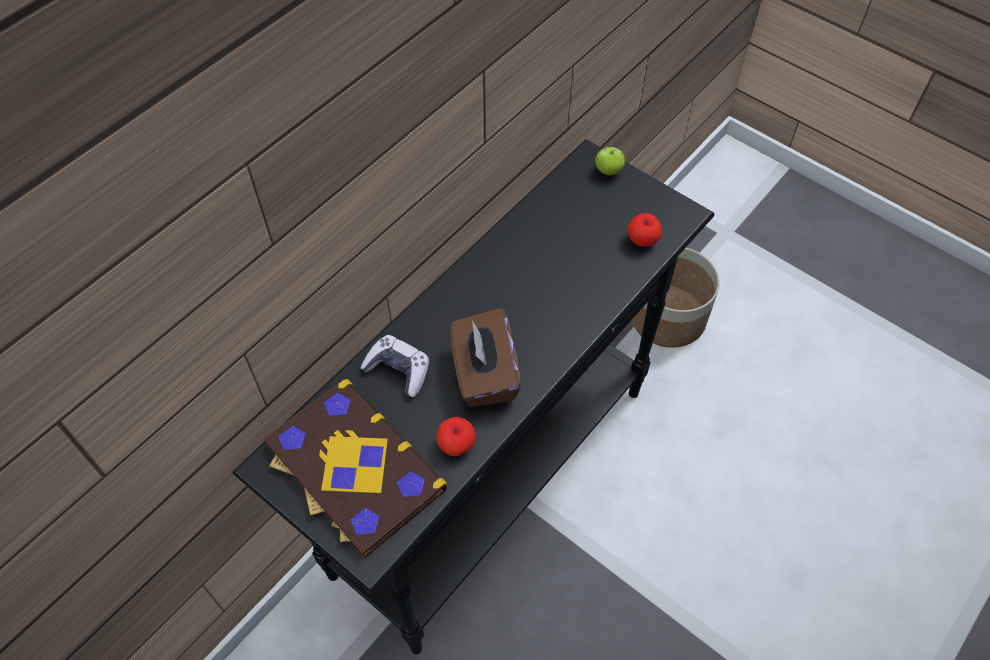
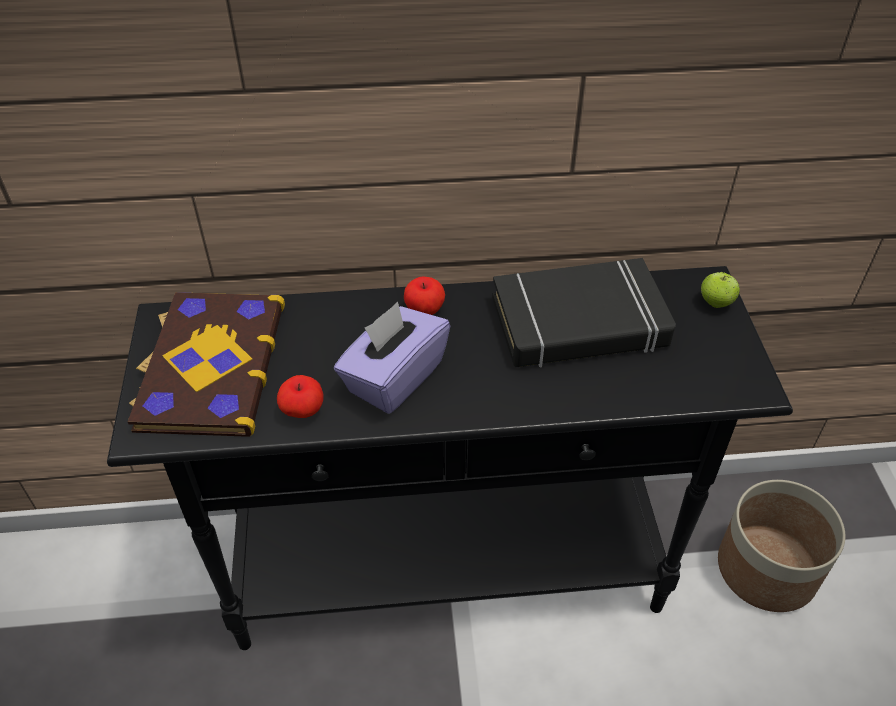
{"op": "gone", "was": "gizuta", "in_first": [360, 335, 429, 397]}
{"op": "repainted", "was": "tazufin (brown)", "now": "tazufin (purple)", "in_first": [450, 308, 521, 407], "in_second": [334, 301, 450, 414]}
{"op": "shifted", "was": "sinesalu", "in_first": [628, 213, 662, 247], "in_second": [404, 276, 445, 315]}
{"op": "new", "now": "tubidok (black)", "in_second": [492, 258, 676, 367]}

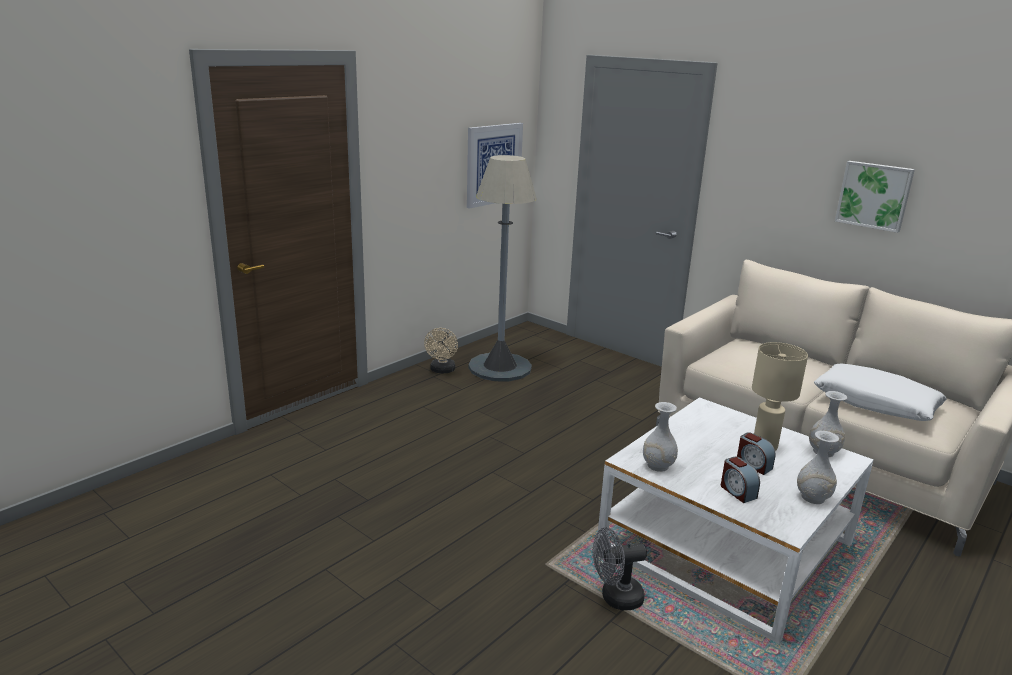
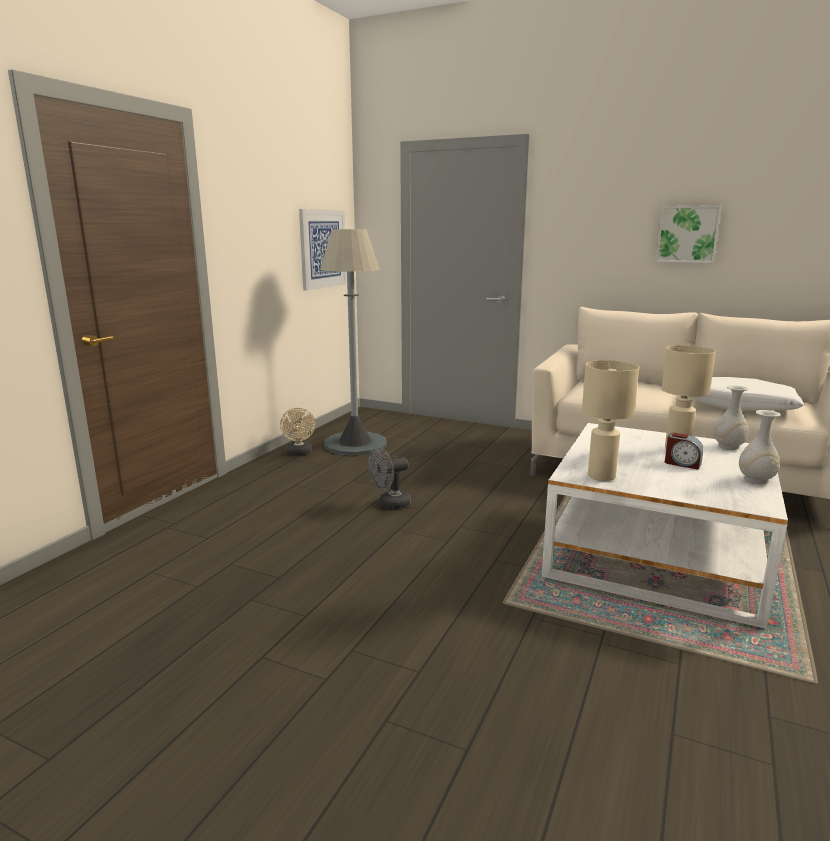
{"op": "shifted", "was": "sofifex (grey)", "in_first": [593, 527, 647, 610], "in_second": [368, 448, 411, 509]}
{"op": "swapped", "was": "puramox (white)", "now": "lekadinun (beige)", "in_first": [643, 402, 678, 472], "in_second": [582, 360, 639, 481]}
{"op": "gone", "was": "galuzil", "in_first": [721, 457, 760, 503]}

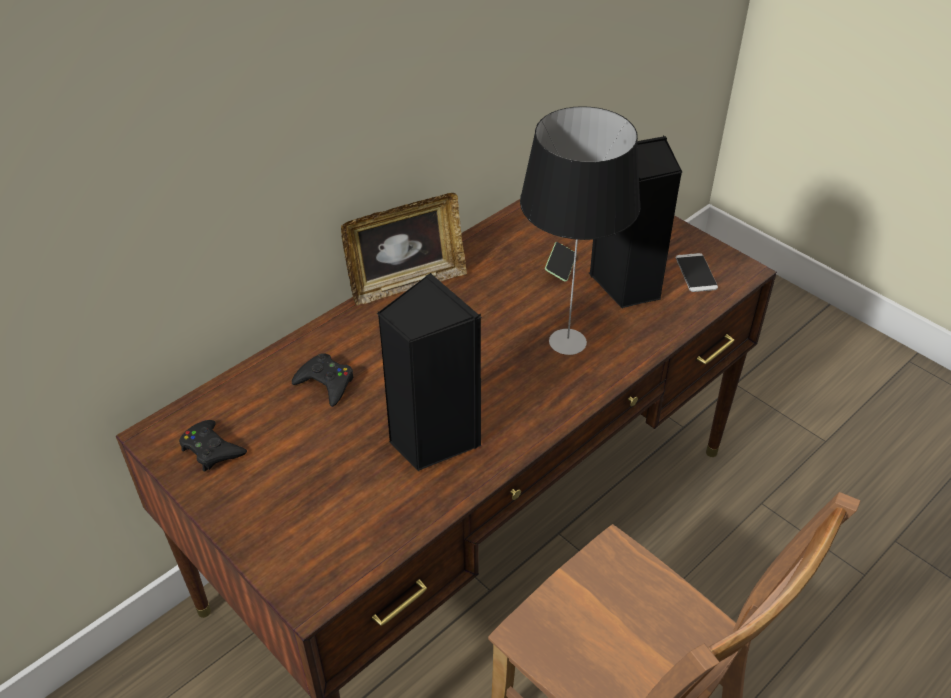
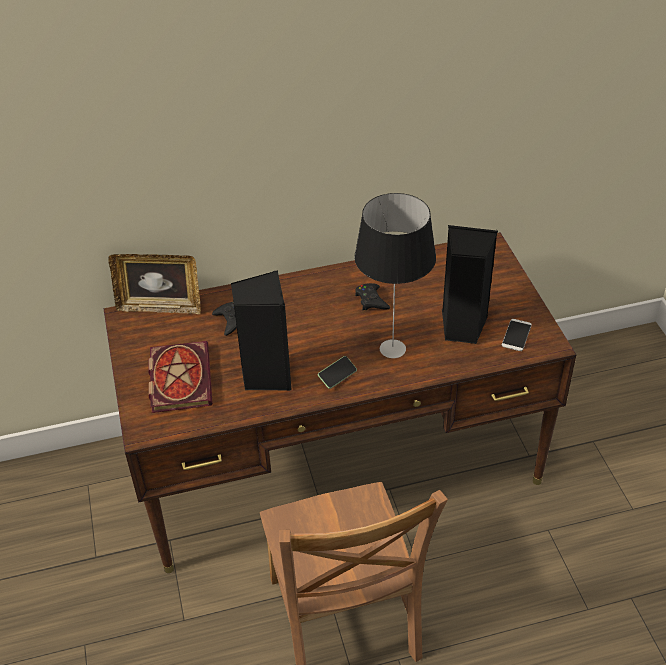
{"op": "shifted", "was": "gizuta (black)", "in_first": [179, 420, 247, 472], "in_second": [355, 283, 390, 310]}
{"op": "shifted", "was": "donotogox", "in_first": [341, 193, 467, 305], "in_second": [108, 254, 201, 315]}
{"op": "shifted", "was": "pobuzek", "in_first": [545, 242, 577, 282], "in_second": [318, 356, 357, 389]}
{"op": "new", "now": "tubidok", "in_second": [148, 341, 213, 413]}

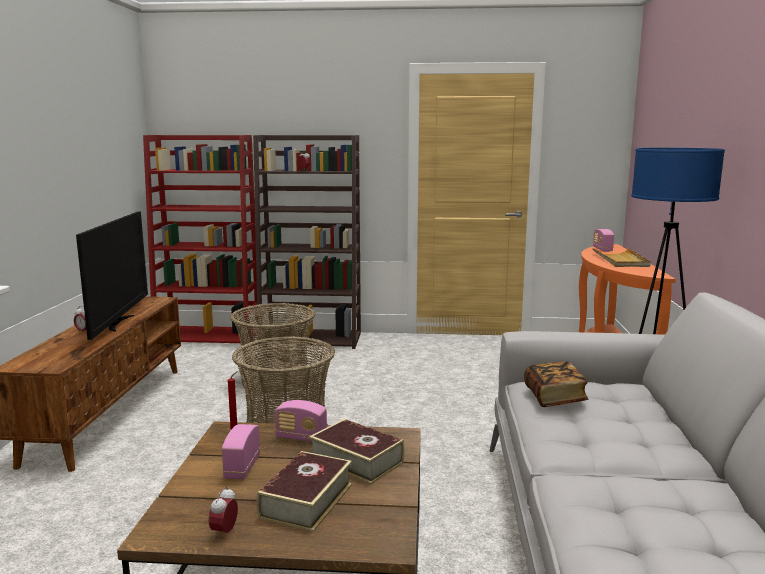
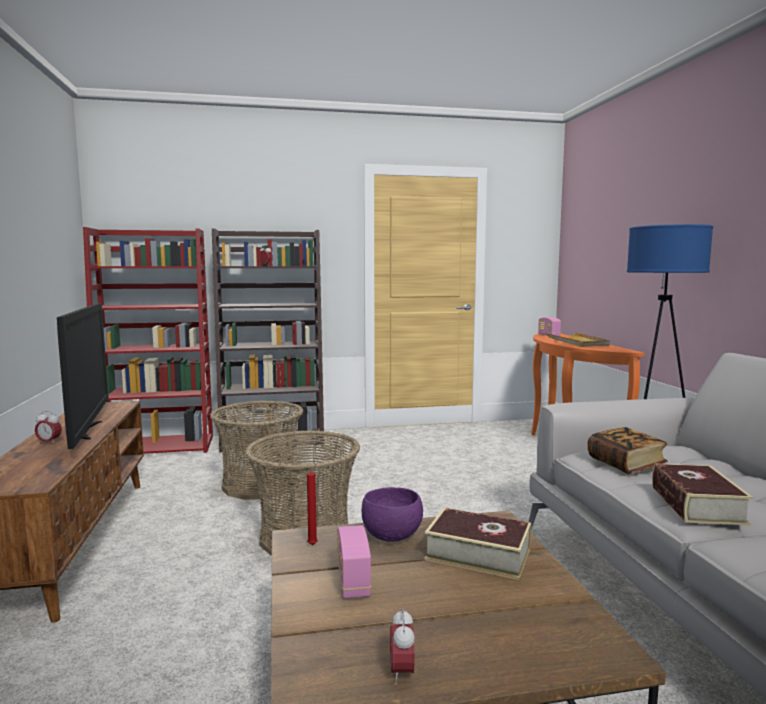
{"op": "shifted", "was": "tubidok", "in_first": [256, 451, 352, 532], "in_second": [652, 463, 753, 525]}
{"op": "swapped", "was": "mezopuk", "now": "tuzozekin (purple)", "in_first": [275, 400, 327, 442], "in_second": [362, 487, 423, 542]}

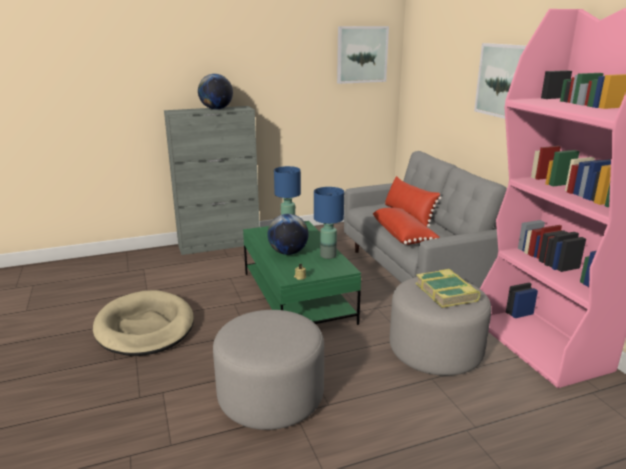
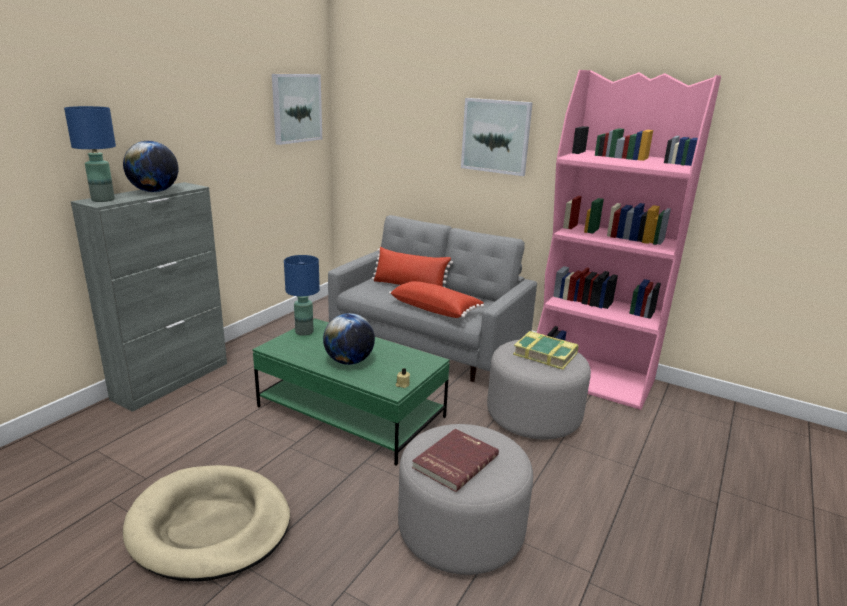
{"op": "shifted", "was": "lekadinun (blue)", "in_first": [314, 187, 344, 259], "in_second": [64, 106, 116, 202]}
{"op": "new", "now": "tubidok (red)", "in_second": [412, 429, 499, 492]}

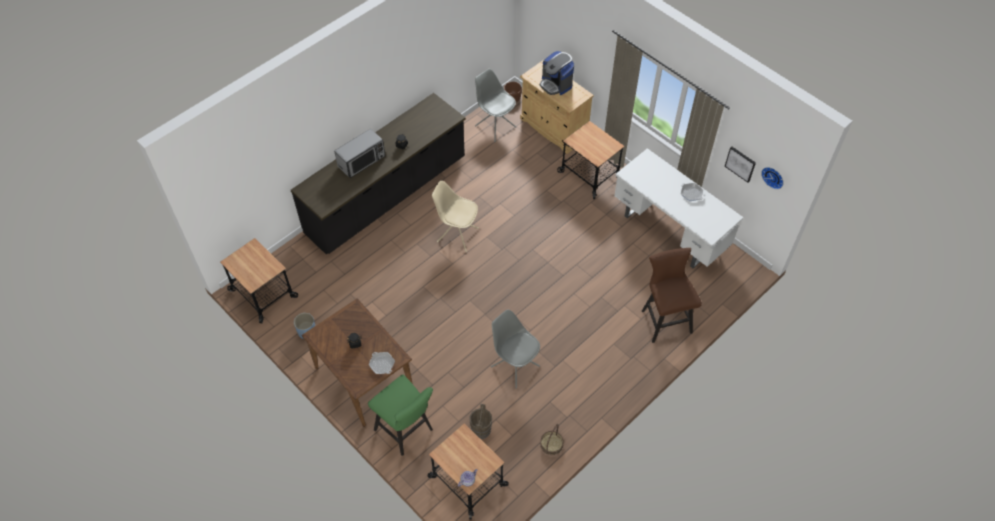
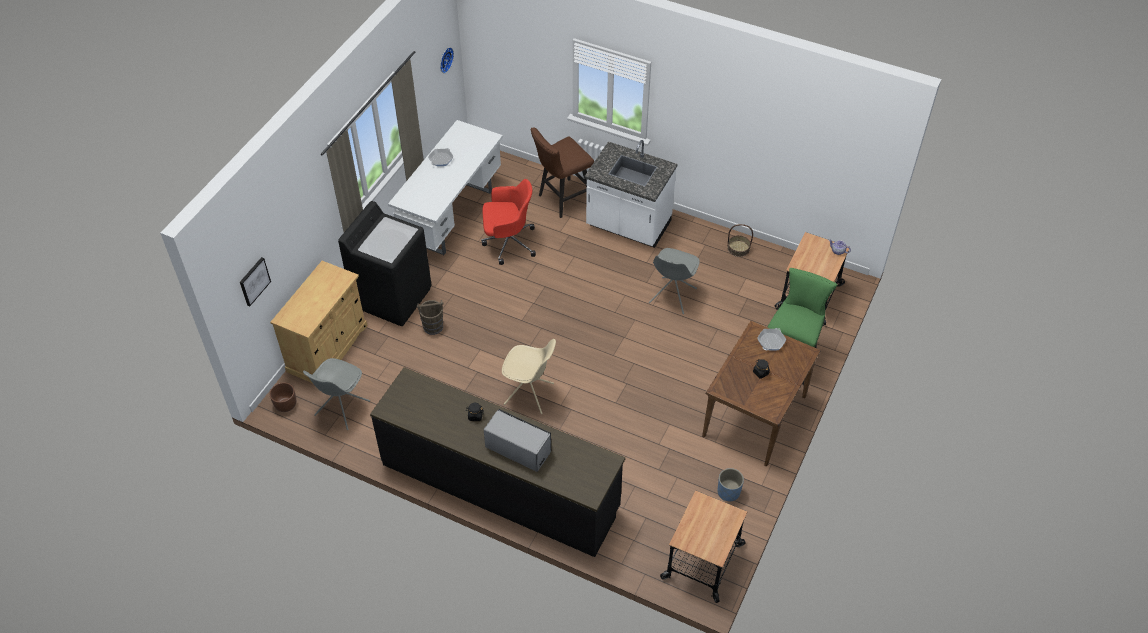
{"op": "rotated", "was": "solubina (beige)", "in_first": [432, 181, 479, 252], "in_second": [502, 339, 556, 414], "clockwise": -75}
{"op": "shifted", "was": "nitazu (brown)", "in_first": [470, 404, 492, 439], "in_second": [417, 300, 443, 335]}
{"op": "gone", "was": "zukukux", "in_first": [540, 51, 574, 95]}
{"op": "swapped", "was": "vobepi", "now": "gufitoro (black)", "in_first": [557, 121, 625, 199], "in_second": [338, 201, 431, 326]}
{"op": "shifted", "was": "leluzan", "in_first": [724, 146, 756, 183], "in_second": [240, 257, 271, 306]}
{"op": "new", "now": "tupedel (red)", "in_second": [481, 179, 536, 265]}
{"op": "new", "now": "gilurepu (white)", "in_second": [585, 140, 677, 248]}

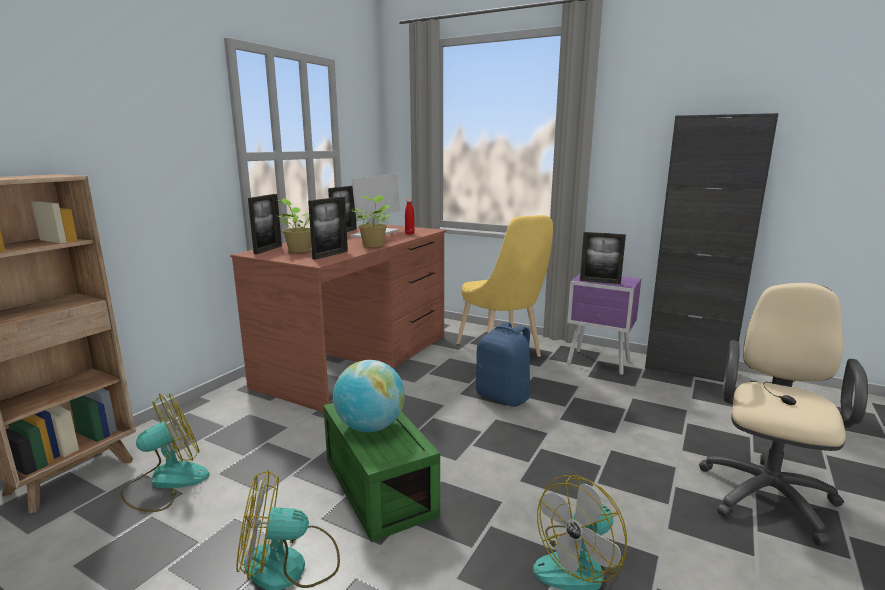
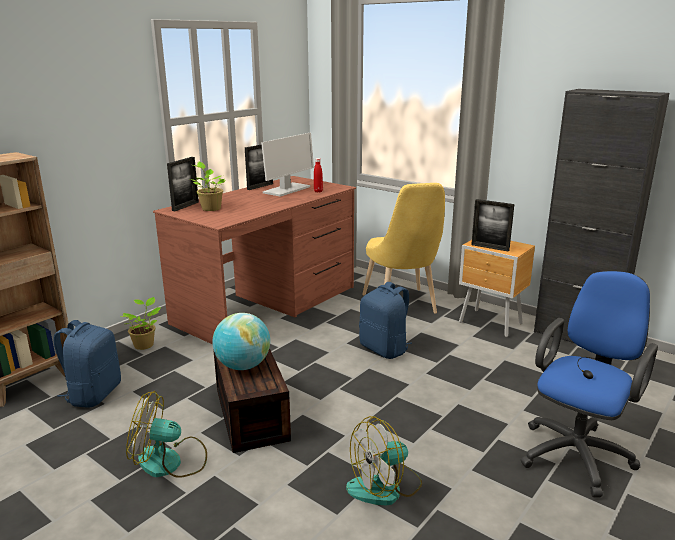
{"op": "swapped", "was": "sofifex", "now": "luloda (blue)", "in_first": [120, 393, 210, 512], "in_second": [53, 320, 121, 408]}
{"op": "gone", "was": "donotogox", "in_first": [308, 197, 348, 260]}
{"op": "repainted", "was": "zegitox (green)", "now": "zegitox (brown)", "in_first": [323, 403, 440, 542], "in_second": [213, 348, 291, 453]}
{"op": "shifted", "was": "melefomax", "in_first": [351, 195, 390, 247], "in_second": [120, 297, 161, 350]}
{"op": "repainted", "was": "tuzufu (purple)", "now": "tuzufu (brown)", "in_first": [567, 274, 641, 375], "in_second": [459, 240, 535, 337]}
{"op": "repainted", "was": "tupedel (beige)", "now": "tupedel (blue)", "in_first": [699, 283, 868, 546], "in_second": [520, 271, 658, 498]}

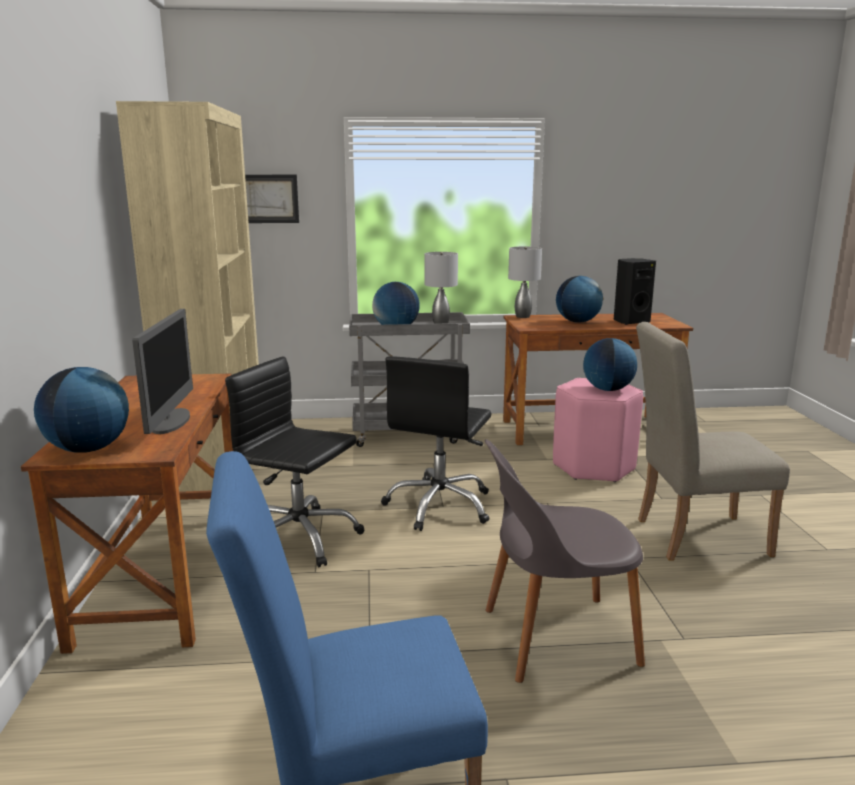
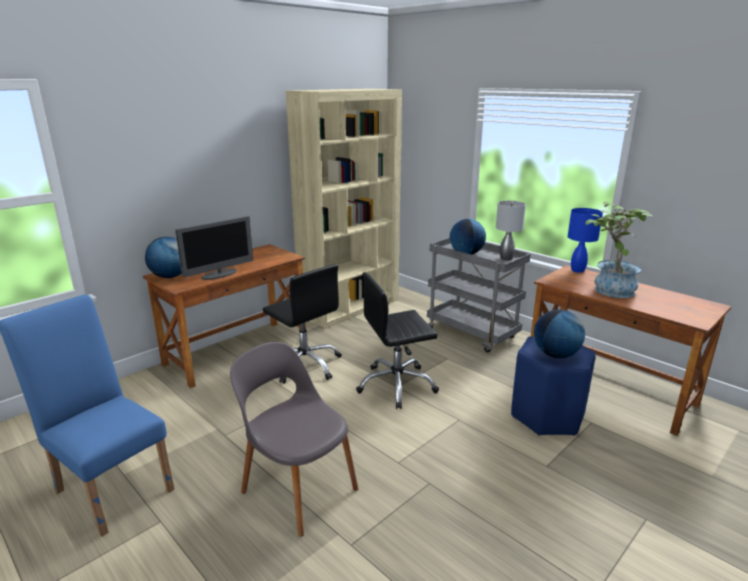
{"op": "rotated", "was": "tupedel (black)", "in_first": [225, 356, 364, 567], "in_second": [263, 264, 342, 384], "clockwise": 150}
{"op": "gone", "was": "leluzan", "in_first": [245, 175, 299, 223]}
{"op": "repainted", "was": "lekadinun (grey)", "now": "lekadinun (blue)", "in_first": [508, 246, 542, 318], "in_second": [568, 208, 603, 273]}
{"op": "repainted", "was": "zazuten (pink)", "now": "zazuten (blue)", "in_first": [553, 378, 643, 482], "in_second": [511, 336, 595, 436]}
{"op": "swapped", "was": "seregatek", "now": "melefomax", "in_first": [556, 276, 603, 323], "in_second": [585, 201, 653, 298]}
{"op": "gone", "was": "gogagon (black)", "in_first": [614, 258, 656, 325]}
{"op": "gone", "was": "solubina (beige)", "in_first": [636, 322, 790, 561]}

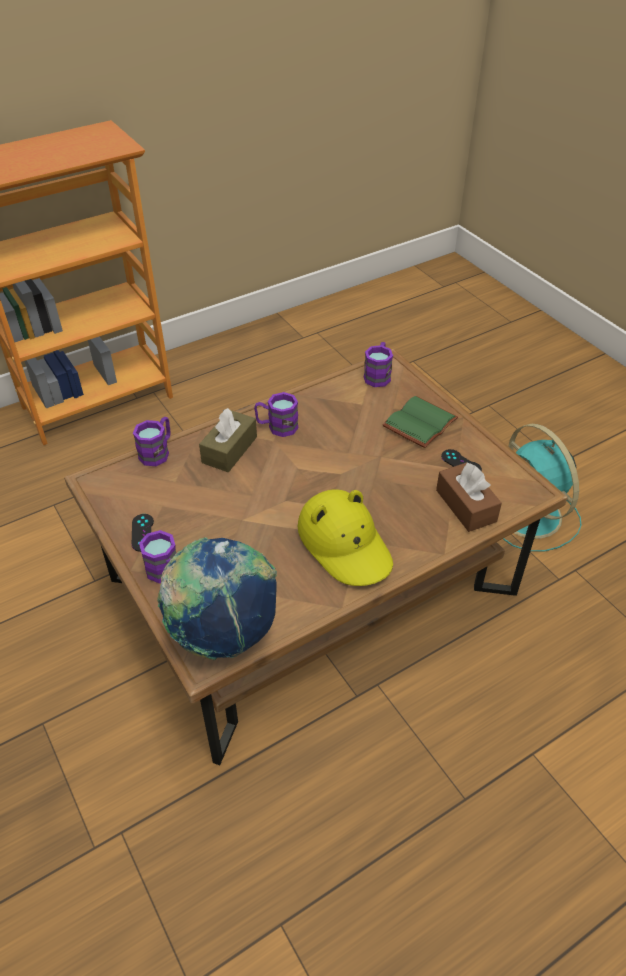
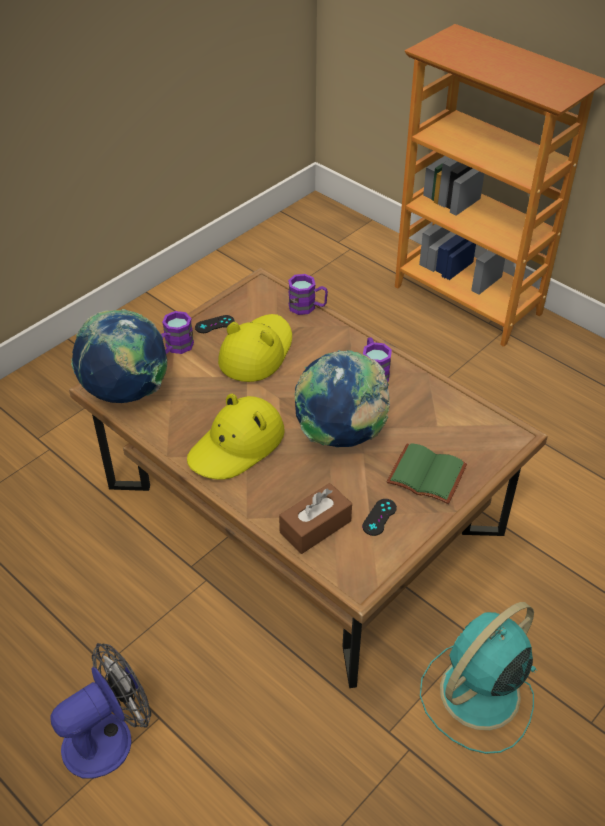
{"op": "gone", "was": "tazufin (brown)", "in_first": [199, 408, 257, 472]}
{"op": "gone", "was": "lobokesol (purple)", "in_first": [364, 342, 393, 387]}
{"op": "new", "now": "sofifex", "in_second": [50, 643, 151, 778]}
{"op": "new", "now": "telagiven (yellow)", "in_second": [218, 314, 292, 382]}
{"op": "new", "now": "seregatek", "in_second": [294, 350, 390, 447]}

